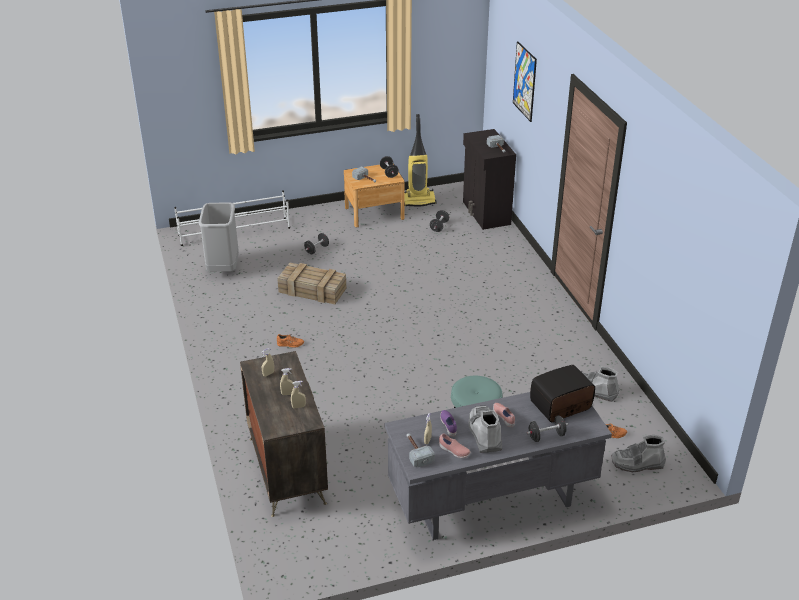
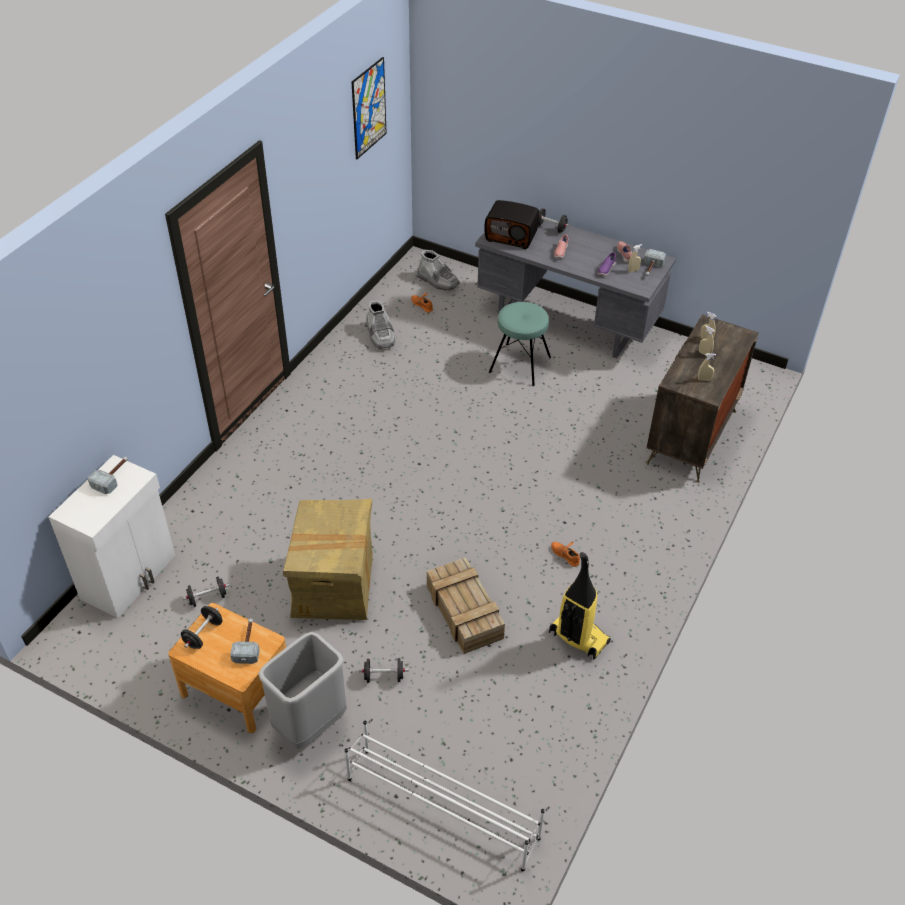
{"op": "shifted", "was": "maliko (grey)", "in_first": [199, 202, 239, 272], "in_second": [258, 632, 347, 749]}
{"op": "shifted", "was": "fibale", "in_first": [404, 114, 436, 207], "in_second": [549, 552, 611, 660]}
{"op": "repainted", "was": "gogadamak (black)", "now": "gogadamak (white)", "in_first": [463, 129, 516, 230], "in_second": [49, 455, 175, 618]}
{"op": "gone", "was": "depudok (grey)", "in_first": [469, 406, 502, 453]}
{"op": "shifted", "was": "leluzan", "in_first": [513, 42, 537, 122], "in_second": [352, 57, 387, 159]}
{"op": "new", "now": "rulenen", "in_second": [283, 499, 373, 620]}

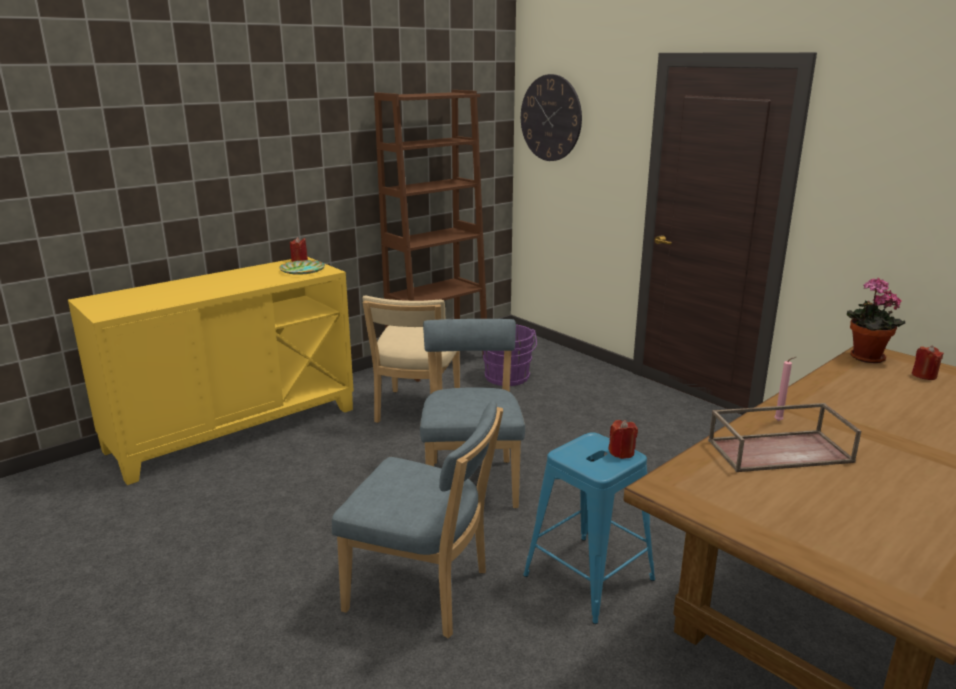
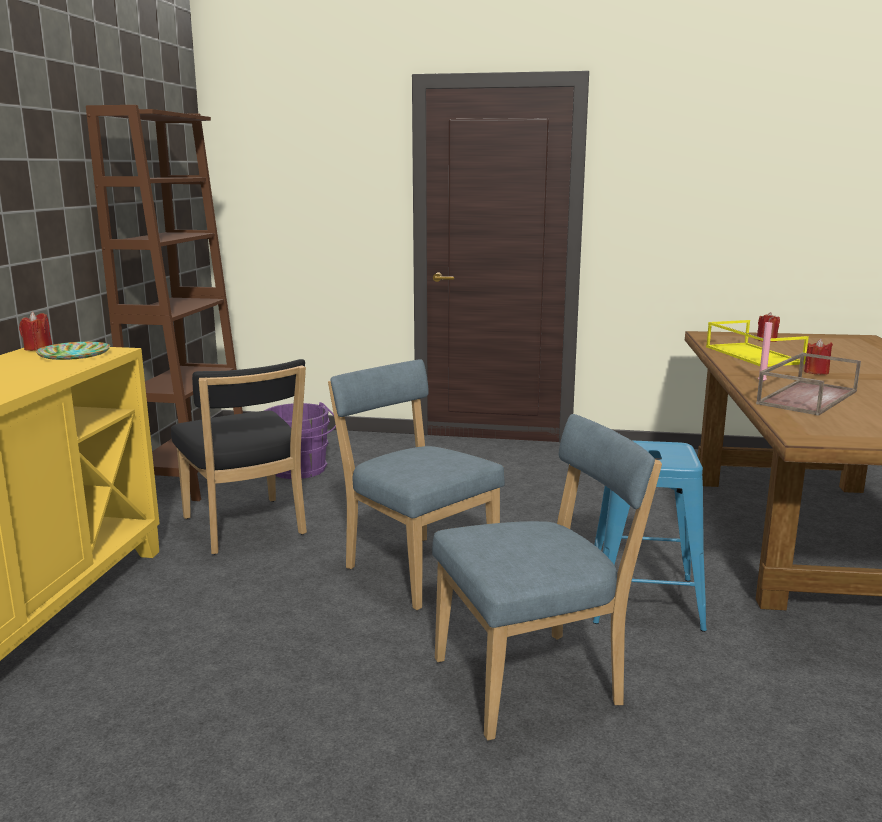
{"op": "repainted", "was": "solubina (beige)", "now": "solubina (black)", "in_first": [362, 296, 460, 423], "in_second": [171, 359, 307, 554]}
{"op": "gone", "was": "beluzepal", "in_first": [521, 74, 582, 161]}
{"op": "shifted", "was": "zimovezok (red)", "in_first": [608, 420, 638, 459], "in_second": [804, 339, 833, 375]}
{"op": "gone", "was": "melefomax", "in_first": [847, 278, 905, 363]}
{"op": "new", "now": "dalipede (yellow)", "in_second": [706, 320, 809, 367]}

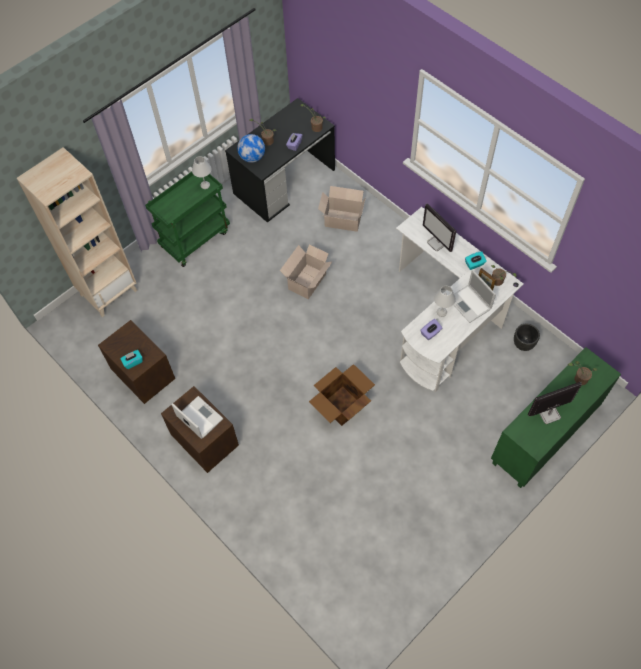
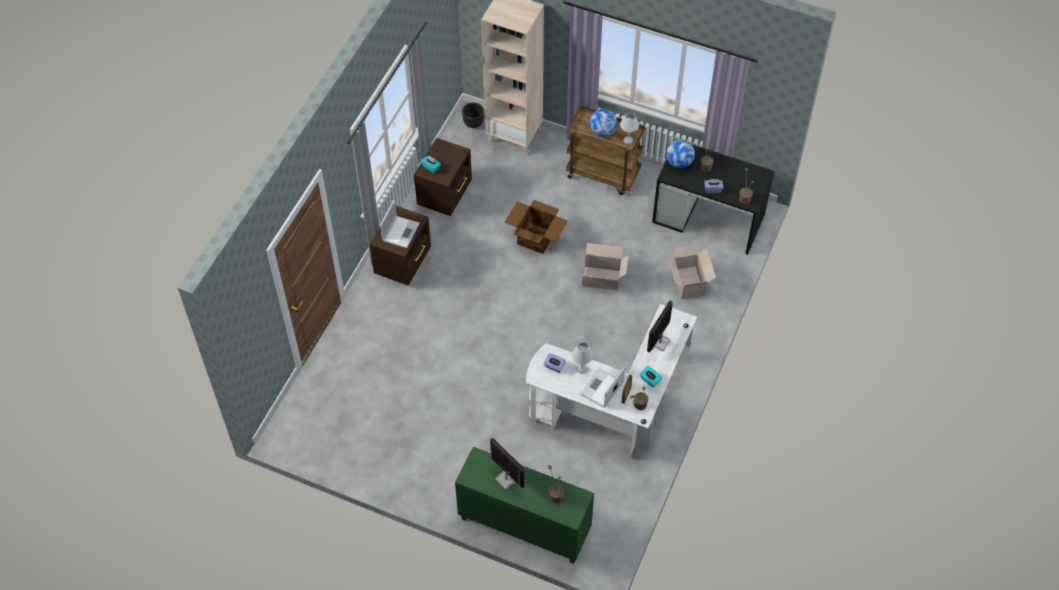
{"op": "repainted", "was": "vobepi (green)", "now": "vobepi (brown)", "in_first": [145, 172, 230, 267], "in_second": [566, 106, 645, 195]}
{"op": "shifted", "was": "rulenen", "in_first": [309, 364, 375, 426], "in_second": [505, 200, 568, 254]}
{"op": "shifted", "was": "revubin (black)", "in_first": [514, 324, 540, 351], "in_second": [462, 103, 484, 128]}
{"op": "new", "now": "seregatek", "in_second": [589, 109, 617, 137]}

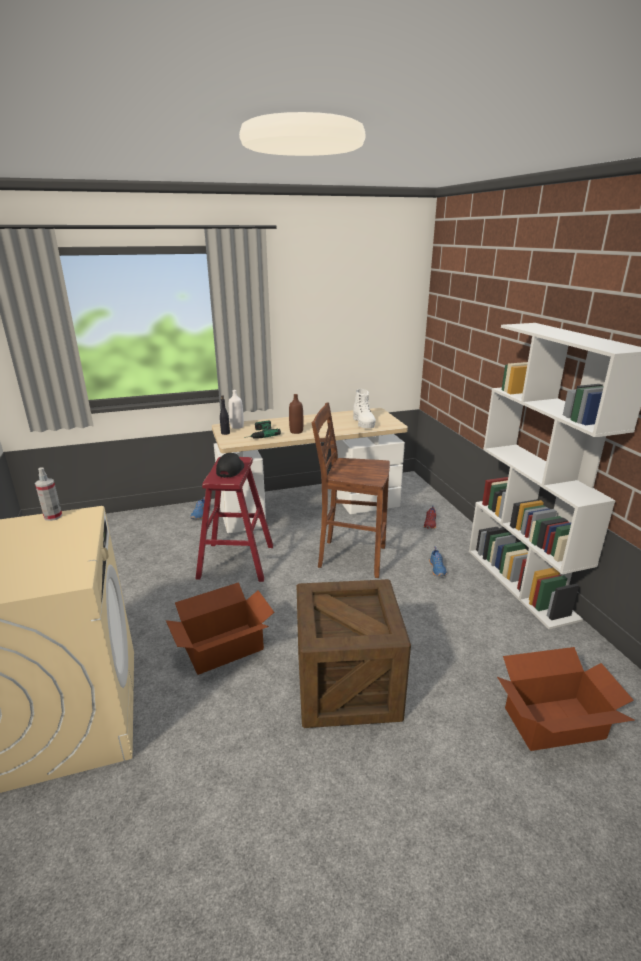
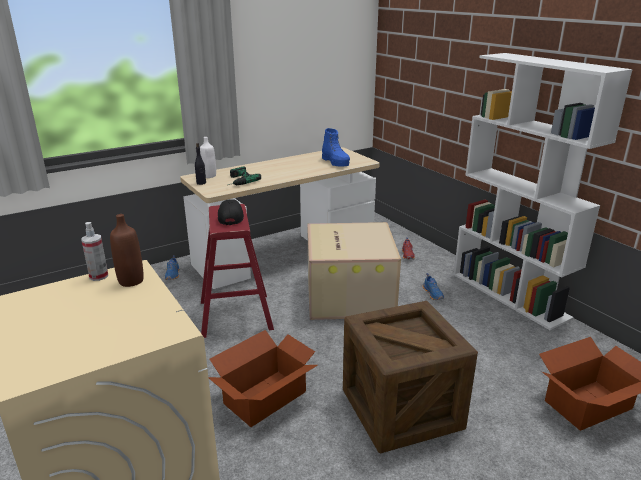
{"op": "shifted", "was": "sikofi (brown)", "in_first": [289, 394, 303, 434], "in_second": [110, 214, 144, 287]}
{"op": "swapped", "was": "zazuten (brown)", "now": "rulenen", "in_first": [312, 403, 390, 578], "in_second": [307, 222, 401, 320]}
{"op": "repainted", "was": "depudok (white)", "now": "depudok (blue)", "in_first": [353, 389, 376, 428], "in_second": [322, 128, 350, 167]}

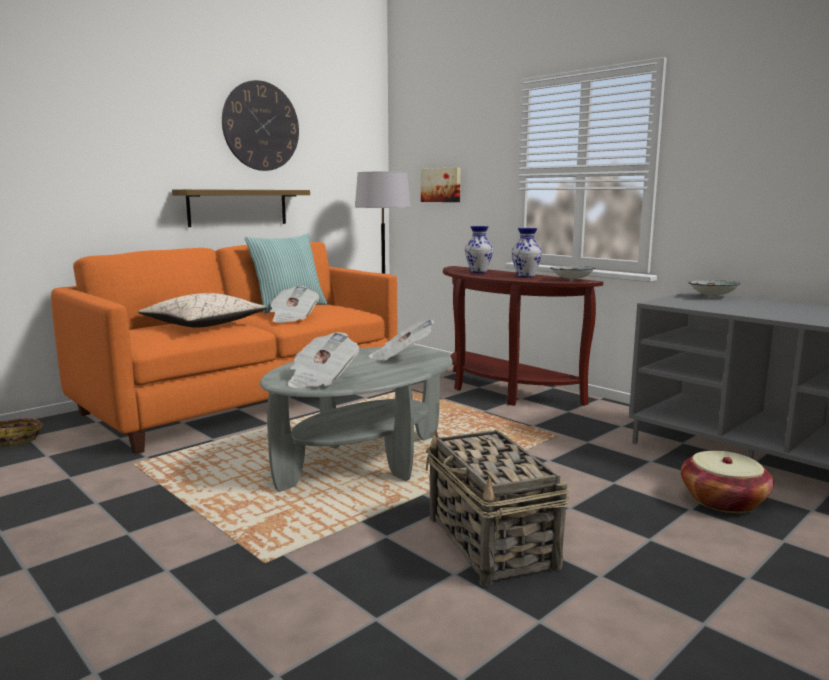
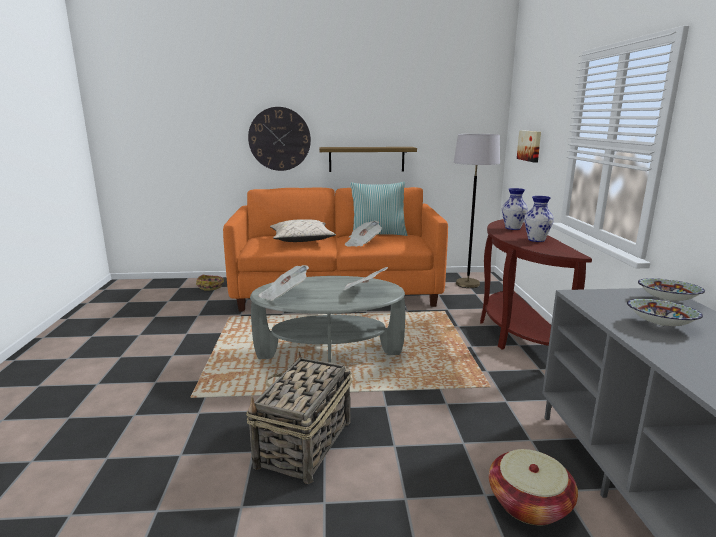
{"op": "shifted", "was": "beluzepal", "in_first": [222, 80, 299, 171], "in_second": [248, 107, 311, 171]}
{"op": "shifted", "was": "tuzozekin", "in_first": [550, 266, 596, 281], "in_second": [627, 299, 703, 326]}

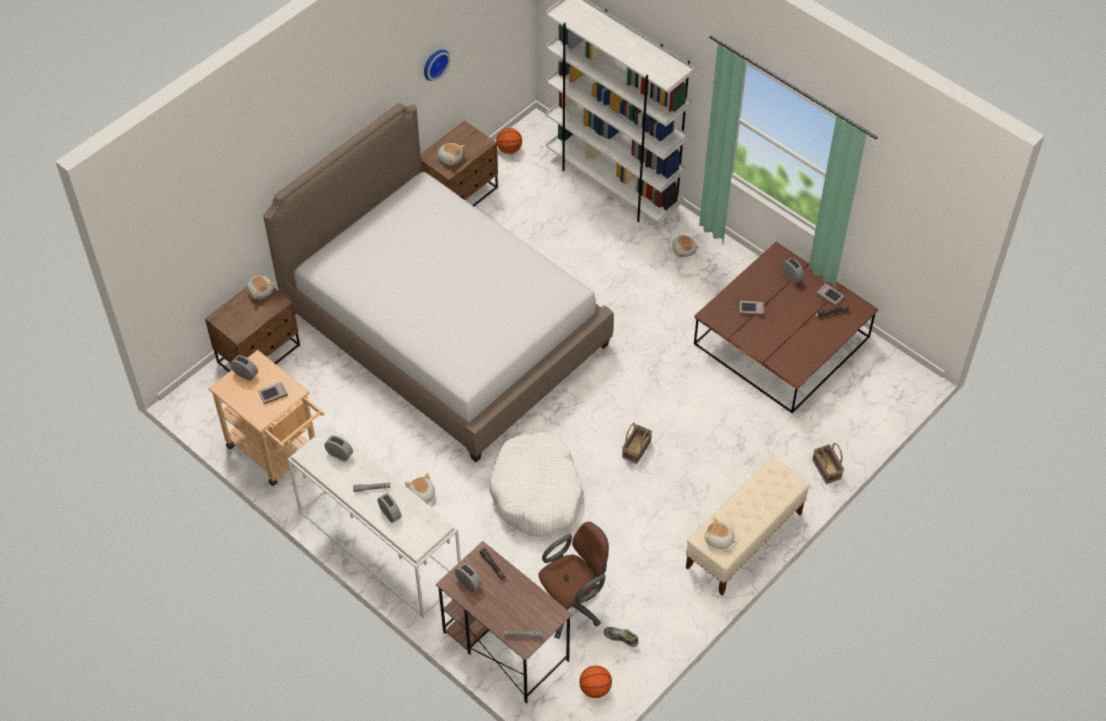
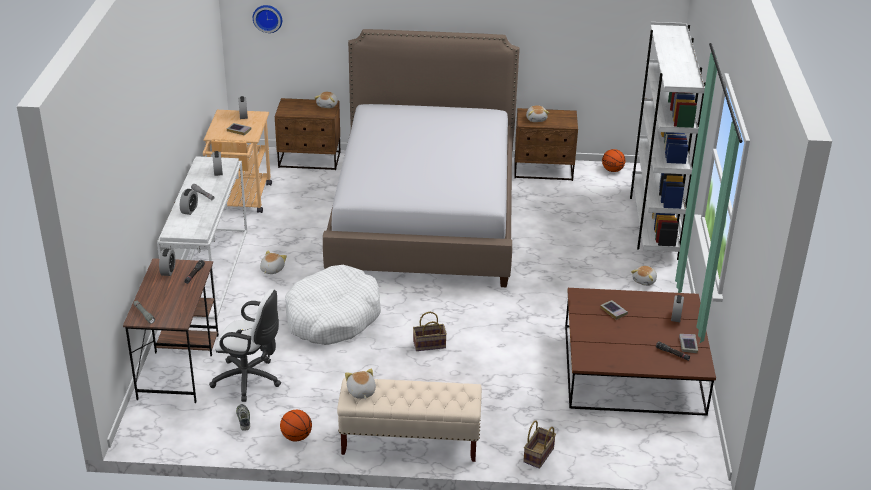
{"op": "shifted", "was": "beluzepal", "in_first": [424, 49, 450, 81], "in_second": [253, 5, 282, 33]}
{"op": "repainted", "was": "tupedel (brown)", "now": "tupedel (white)", "in_first": [538, 522, 609, 639], "in_second": [209, 289, 281, 402]}
{"op": "shifted", "was": "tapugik", "in_first": [579, 666, 612, 698], "in_second": [280, 410, 312, 441]}

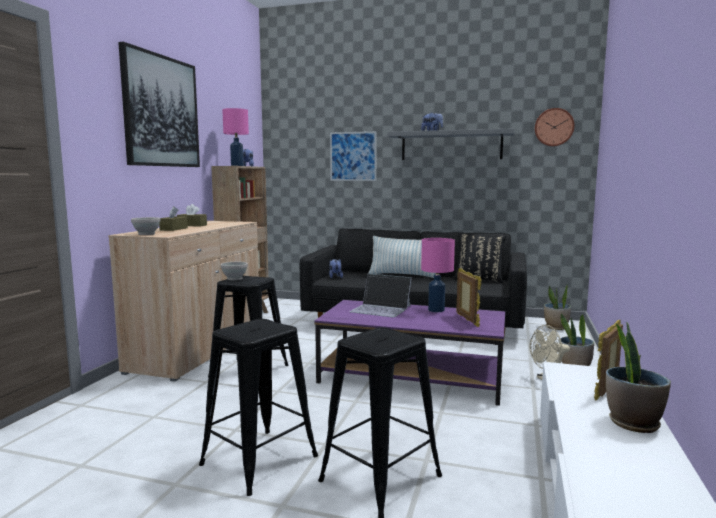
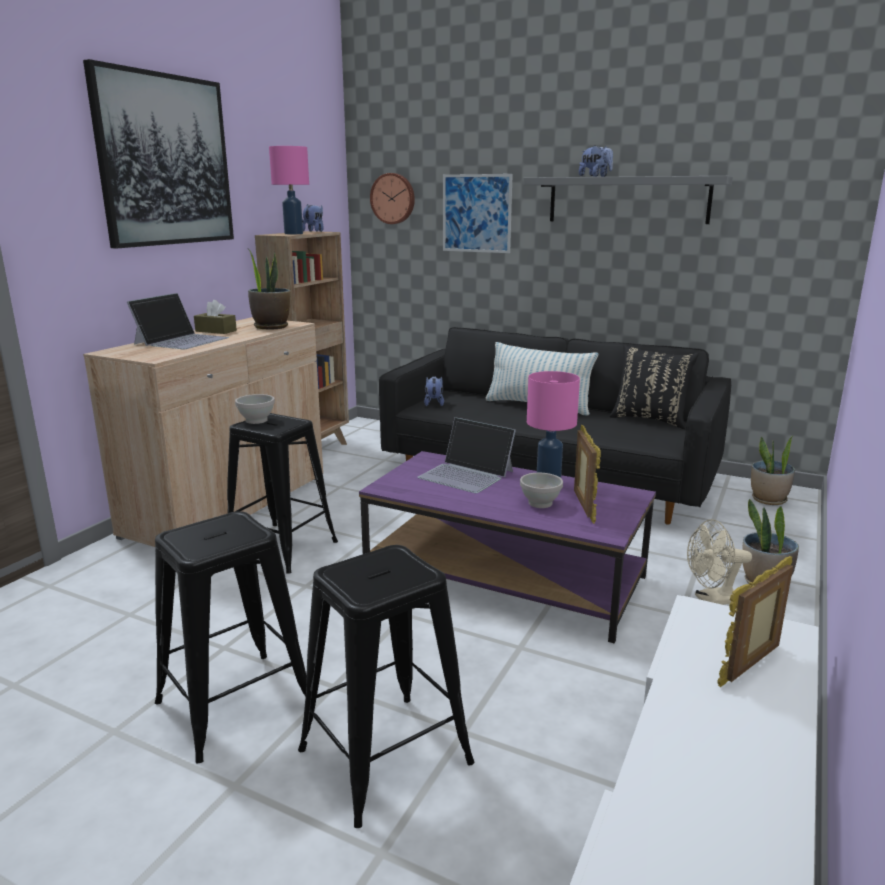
{"op": "shifted", "was": "tuzozekin (white)", "in_first": [131, 217, 161, 235], "in_second": [520, 473, 563, 508]}
{"op": "swapped", "was": "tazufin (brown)", "now": "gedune", "in_first": [159, 206, 188, 231], "in_second": [127, 293, 229, 349]}
{"op": "shifted", "was": "beluzepal", "in_first": [535, 108, 575, 146], "in_second": [370, 173, 415, 224]}
{"op": "shifted", "was": "melefomax", "in_first": [606, 322, 671, 433], "in_second": [247, 248, 290, 330]}

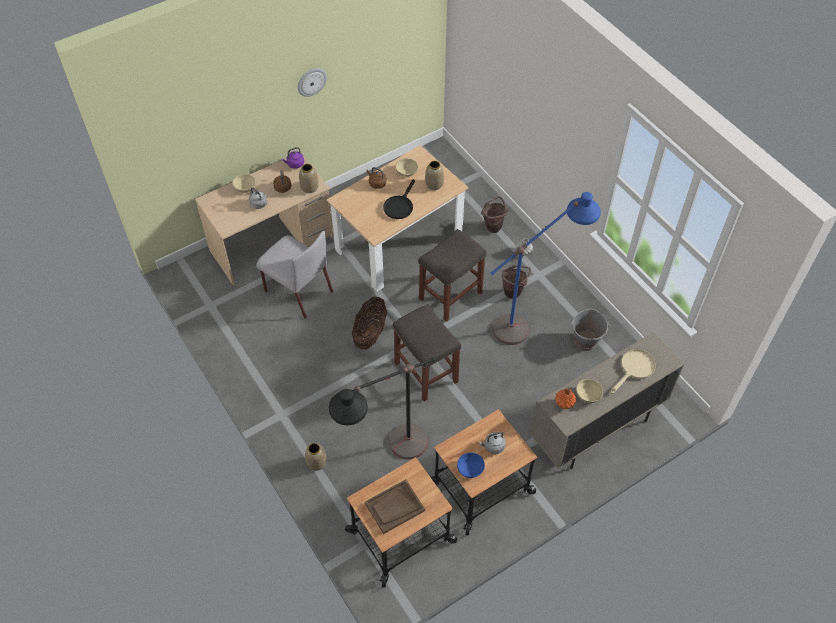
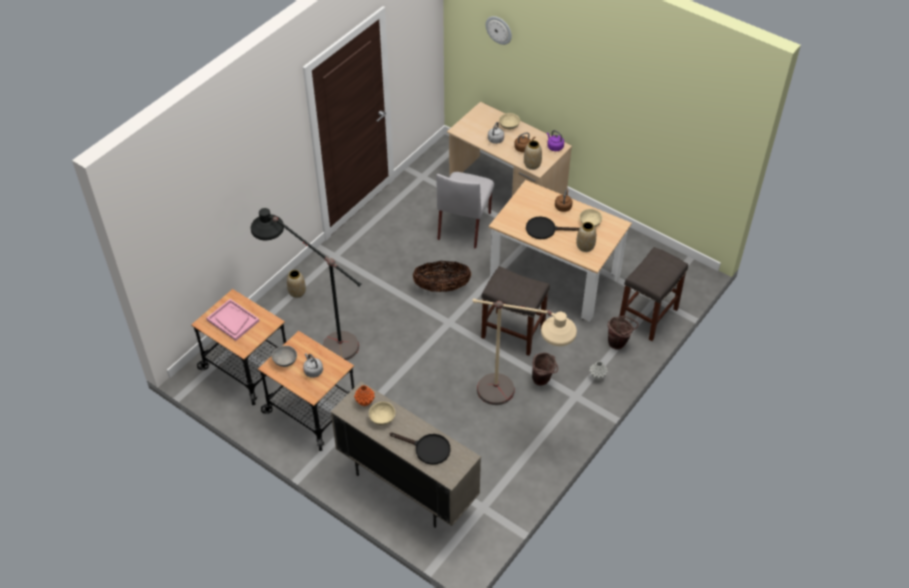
{"op": "shifted", "was": "beluzepal", "in_first": [298, 68, 327, 97], "in_second": [486, 16, 512, 45]}
{"op": "repainted", "was": "dalipede (brown)", "now": "dalipede (pink)", "in_first": [365, 479, 425, 534], "in_second": [206, 299, 259, 341]}
{"op": "shifted", "was": "zazuten (grey)", "in_first": [393, 304, 461, 402], "in_second": [619, 247, 688, 341]}
{"op": "repainted", "was": "tuzozekin (blue)", "now": "tuzozekin (grey)", "in_first": [457, 453, 485, 478], "in_second": [272, 346, 297, 367]}
{"op": "repainted", "was": "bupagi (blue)", "now": "bupagi (beige)", "in_first": [490, 192, 601, 345], "in_second": [472, 299, 577, 405]}
{"op": "gone", "was": "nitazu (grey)", "in_first": [570, 309, 610, 351]}
{"op": "repainted", "was": "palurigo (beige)", "now": "palurigo (black)", "in_first": [610, 349, 656, 394], "in_second": [390, 432, 451, 465]}

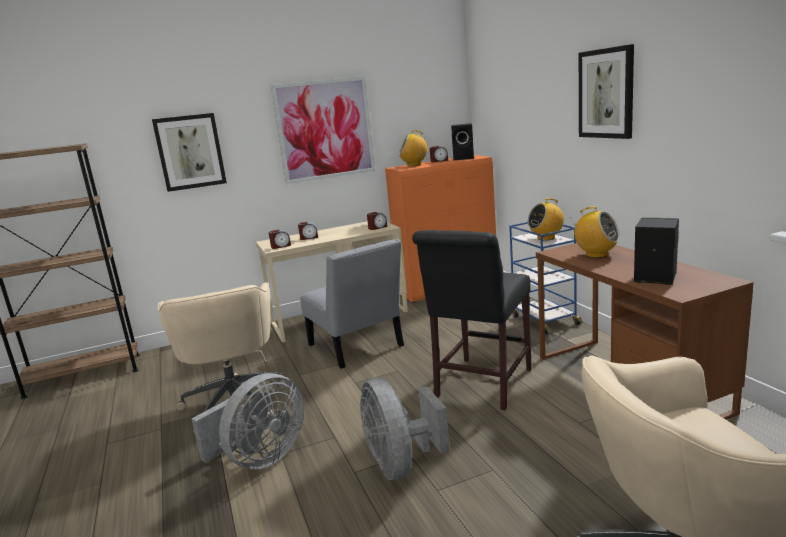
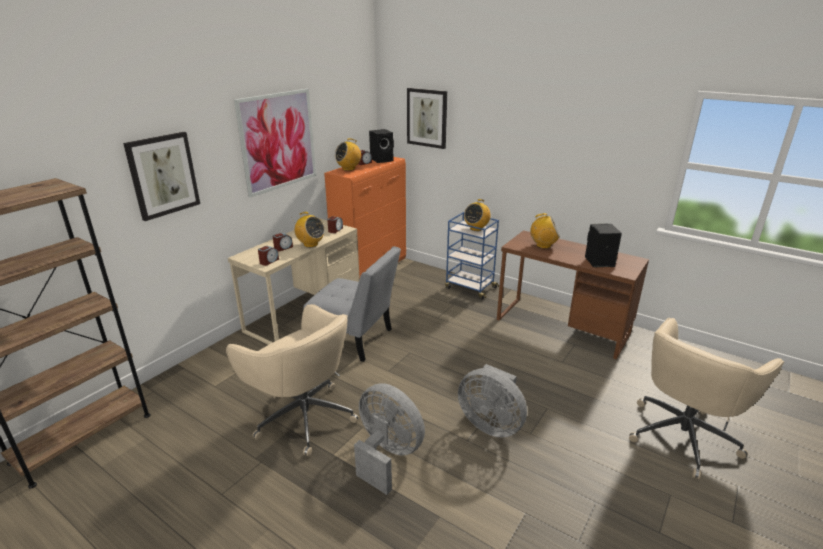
{"op": "rotated", "was": "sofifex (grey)", "in_first": [192, 373, 304, 469], "in_second": [354, 383, 425, 495], "clockwise": -60}
{"op": "gone", "was": "solubina (black)", "in_first": [412, 230, 532, 410]}
{"op": "shifted", "was": "leluzan", "in_first": [579, 44, 634, 139], "in_second": [407, 88, 447, 149]}
{"op": "new", "now": "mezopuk", "in_second": [294, 212, 325, 247]}

